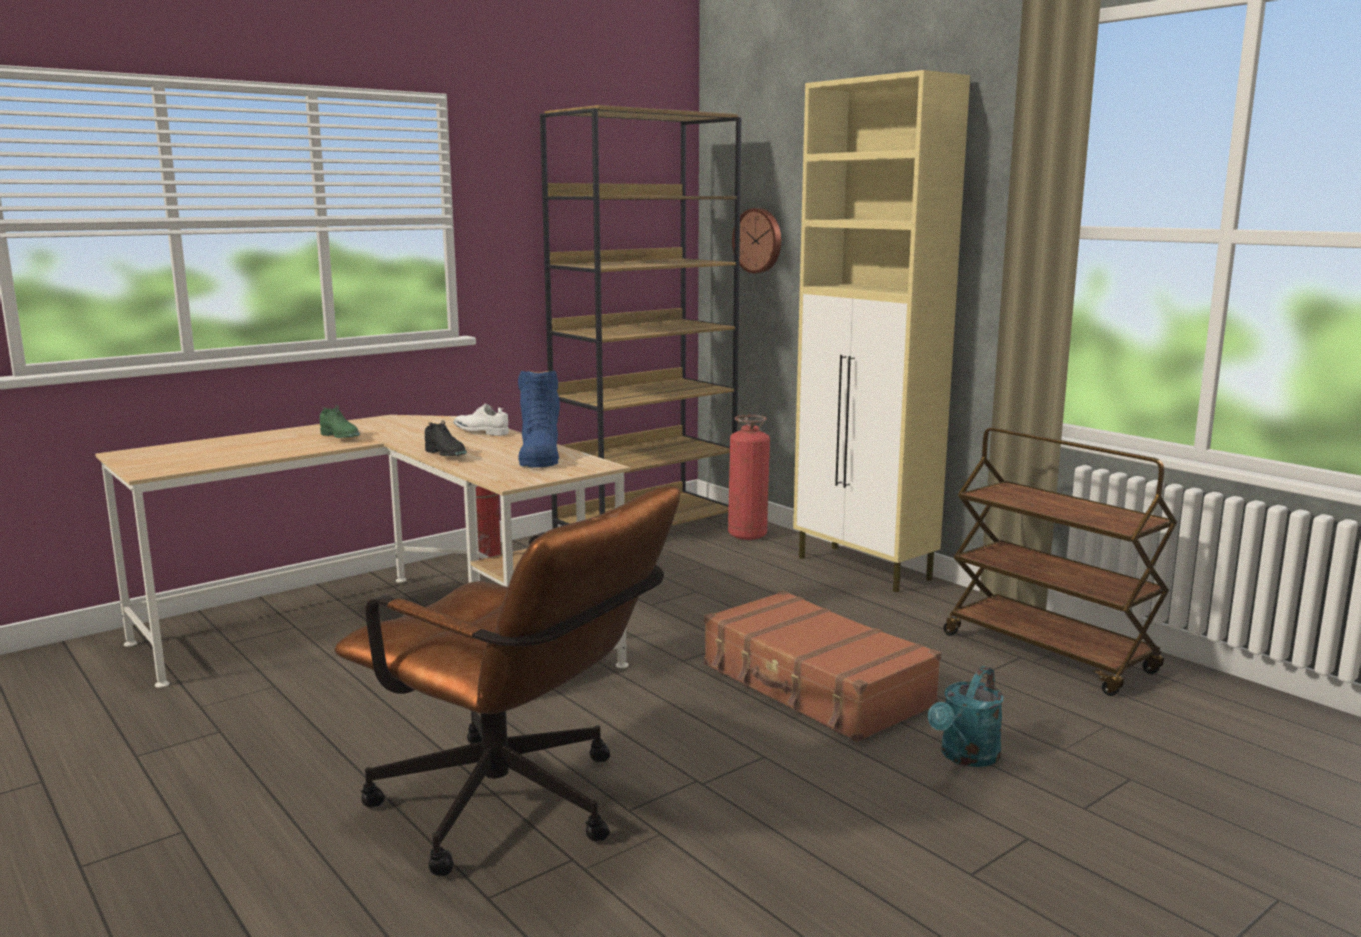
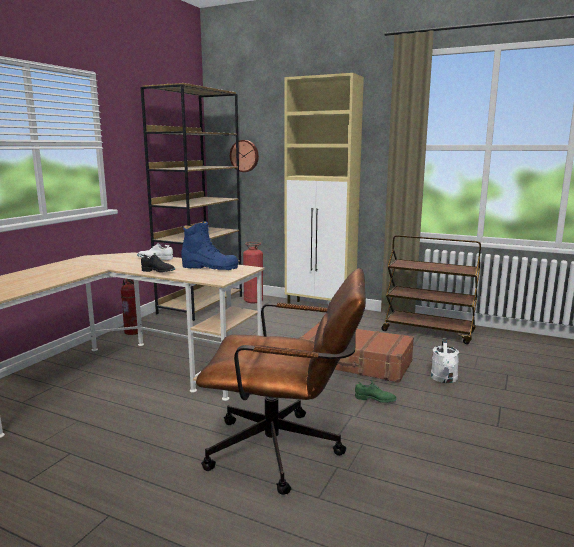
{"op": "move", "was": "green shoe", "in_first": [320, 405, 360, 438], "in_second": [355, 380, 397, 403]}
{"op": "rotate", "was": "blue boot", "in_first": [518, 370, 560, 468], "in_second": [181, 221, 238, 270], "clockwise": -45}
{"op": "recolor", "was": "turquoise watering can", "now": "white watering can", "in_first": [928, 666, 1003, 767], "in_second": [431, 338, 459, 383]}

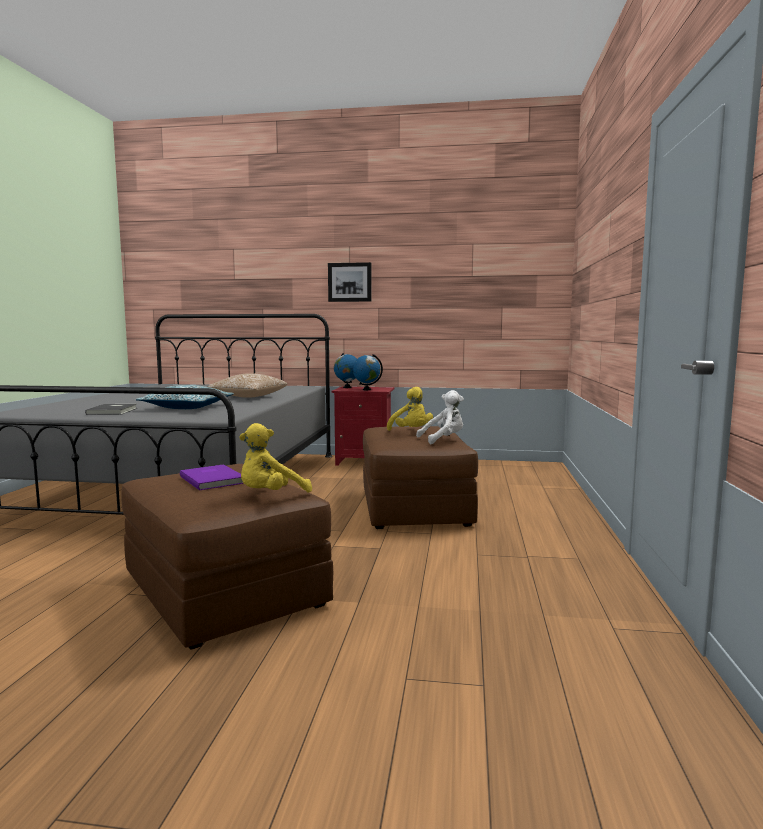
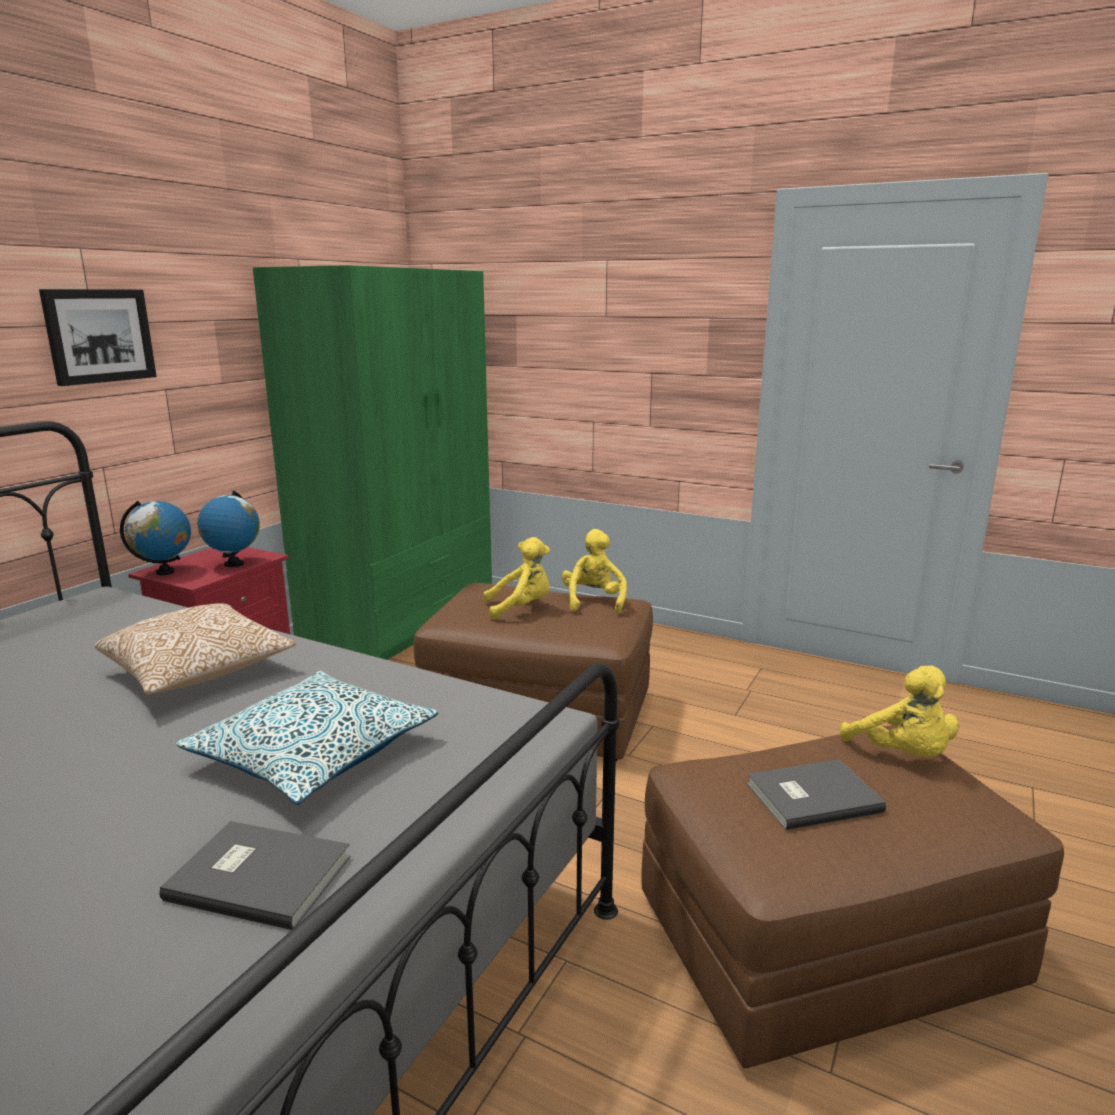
{"op": "recolor", "was": "purple book", "now": "grey book", "in_first": [180, 464, 244, 490], "in_second": [747, 759, 886, 830]}
{"op": "recolor", "was": "white plush toy", "now": "yellow plush toy", "in_first": [416, 390, 464, 445], "in_second": [562, 529, 627, 614]}
{"op": "insert", "now": "green wardrobe", "in_second": [253, 265, 492, 660]}

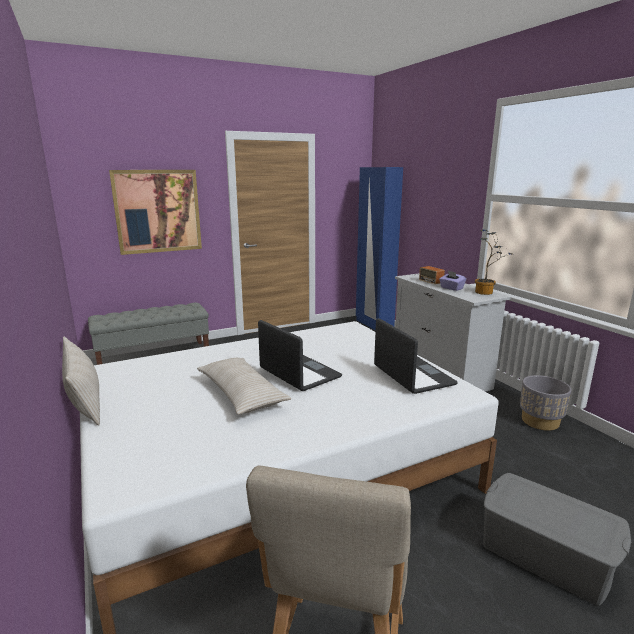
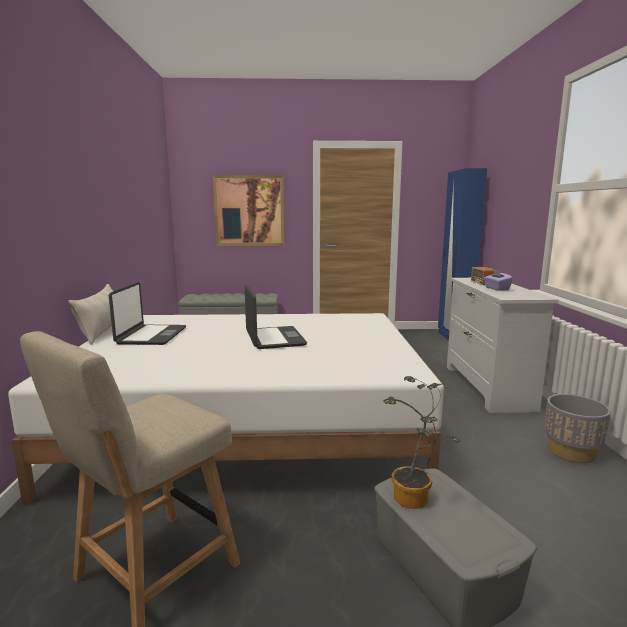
{"op": "delete", "was": "beige pillow", "in_first": [197, 358, 291, 415]}
{"op": "move", "was": "laptop", "in_first": [374, 318, 458, 394], "in_second": [109, 282, 186, 345]}
{"op": "move", "was": "potted plant", "in_first": [475, 230, 512, 295], "in_second": [383, 376, 461, 509]}

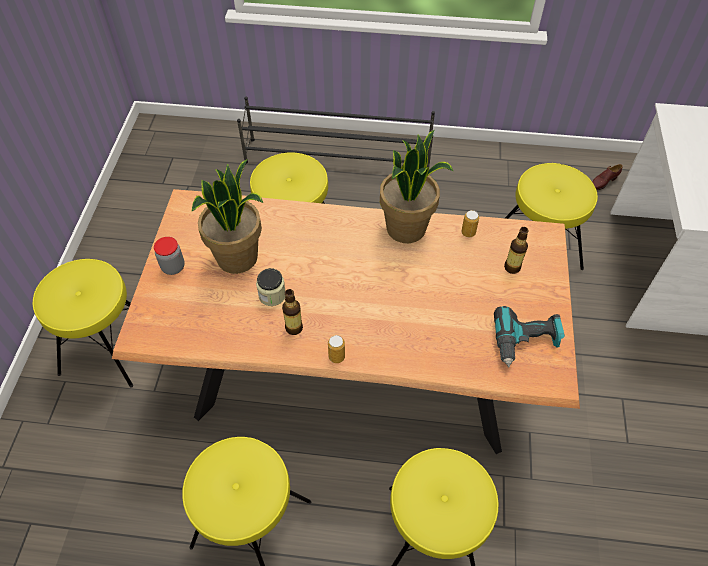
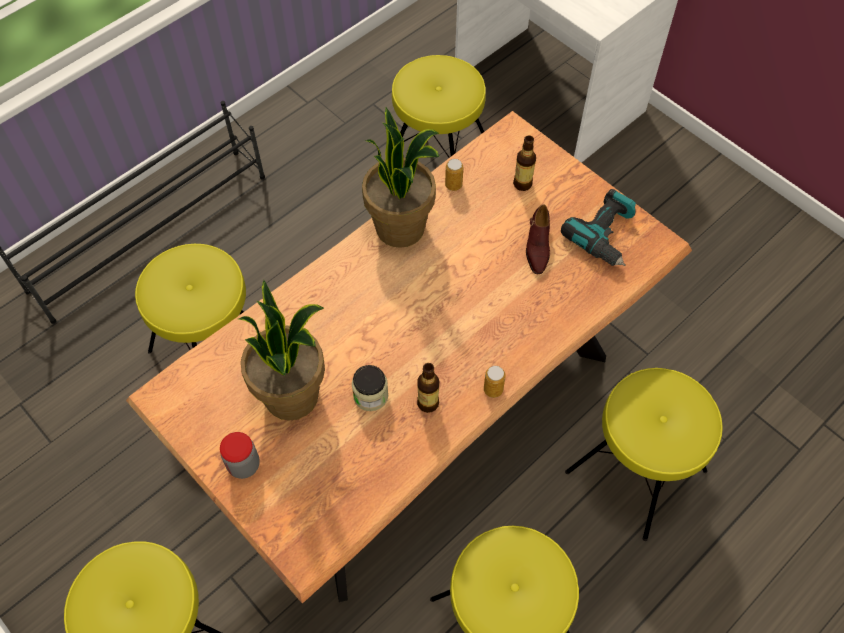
{"op": "move", "was": "brown shoe", "in_first": [592, 164, 623, 190], "in_second": [526, 204, 550, 274]}

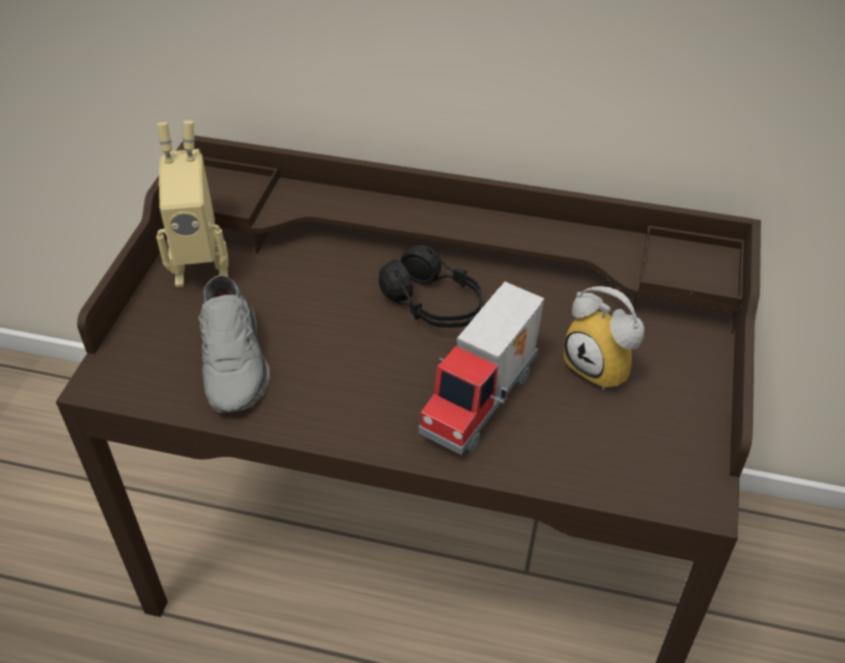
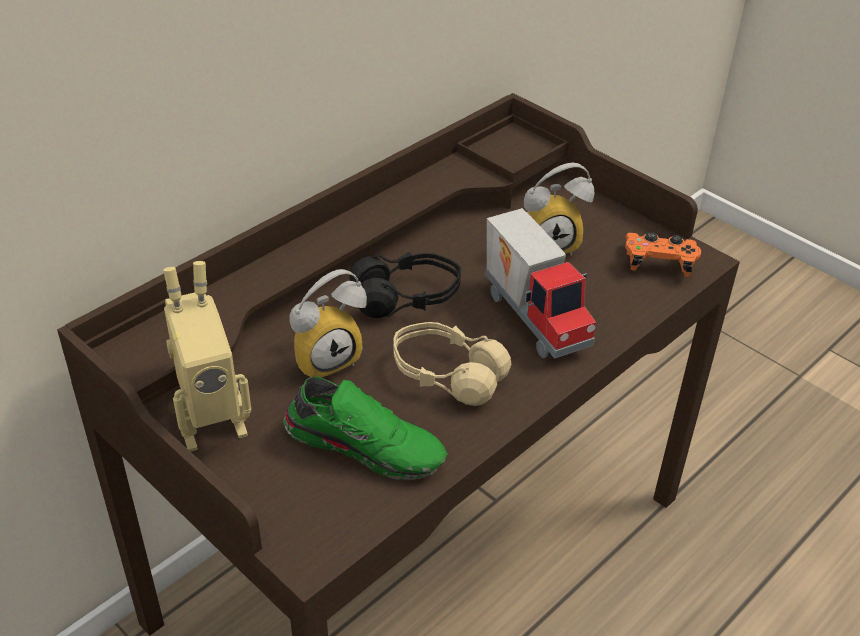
{"op": "rotate", "was": "toy robot", "in_first": [156, 120, 228, 287], "in_second": [163, 261, 251, 452], "clockwise": 45}
{"op": "recolor", "was": "grey shoe", "now": "green shoe", "in_first": [199, 275, 270, 413], "in_second": [283, 377, 447, 480]}
{"op": "insert", "now": "alarm clock", "in_second": [290, 269, 367, 377]}
{"op": "insert", "now": "beige headphones", "in_second": [394, 322, 511, 406]}
{"op": "insert", "now": "orange game controller", "in_second": [625, 232, 701, 277]}

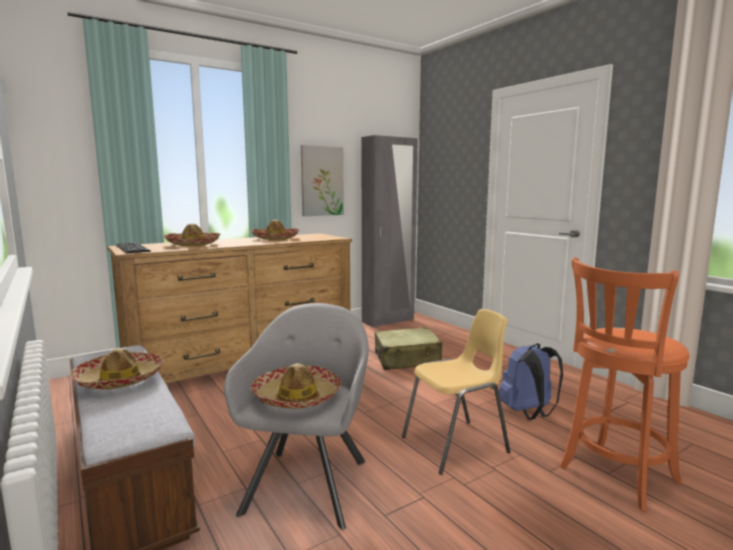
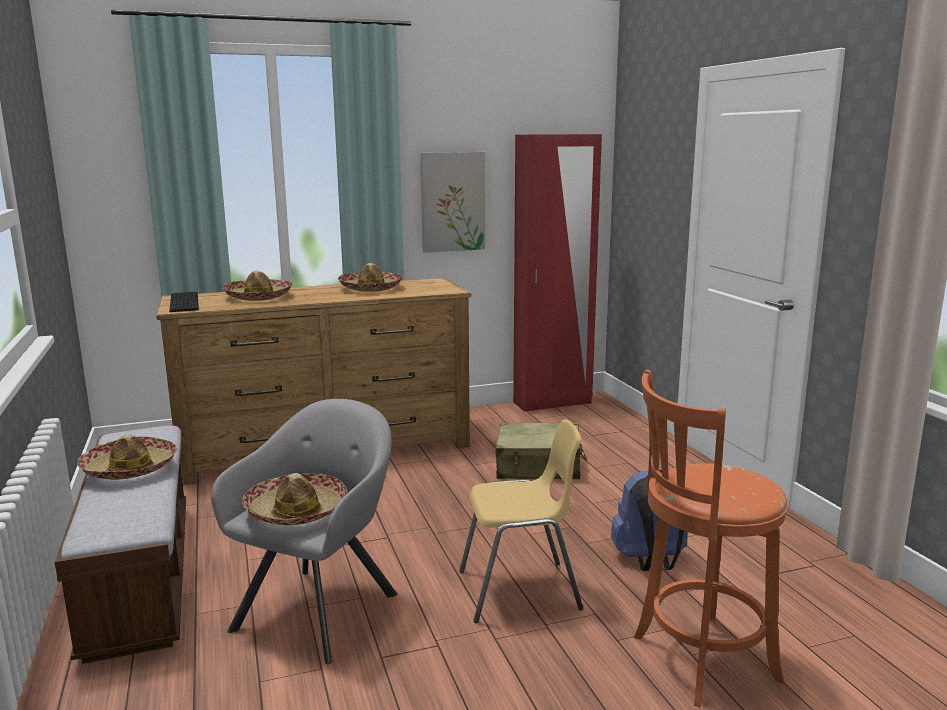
{"op": "recolor", "was": "grey wardrobe", "now": "red wardrobe", "in_first": [362, 135, 418, 327], "in_second": [513, 134, 602, 412]}

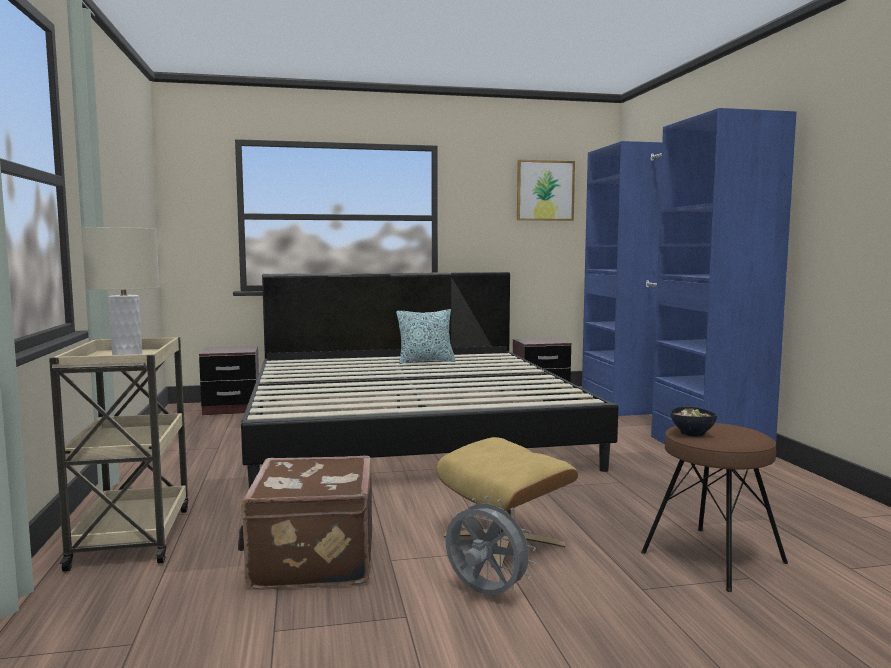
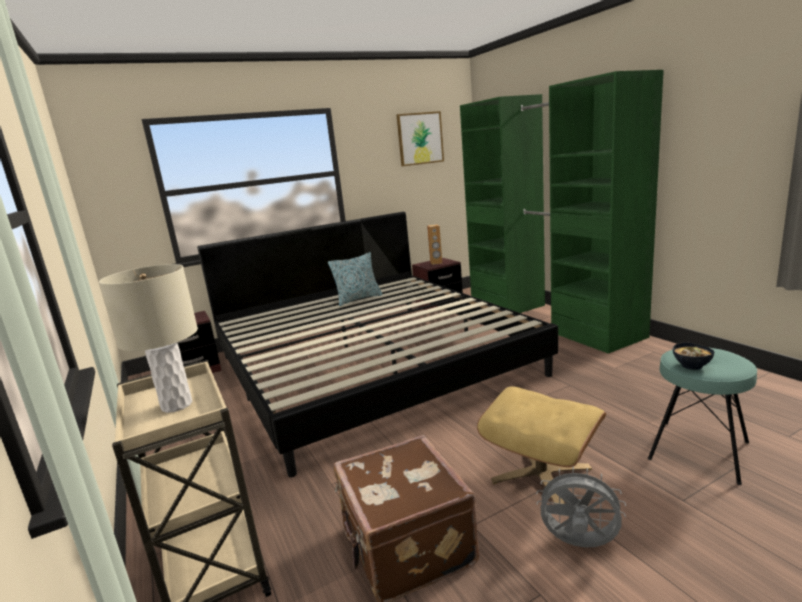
{"op": "recolor", "was": "blue wardrobe", "now": "green wardrobe", "in_first": [582, 108, 797, 444], "in_second": [460, 70, 664, 353]}
{"op": "recolor", "was": "brown stool", "now": "turquoise stool", "in_first": [641, 423, 788, 592], "in_second": [648, 348, 757, 485]}
{"op": "insert", "now": "brown speaker", "in_second": [427, 224, 442, 265]}

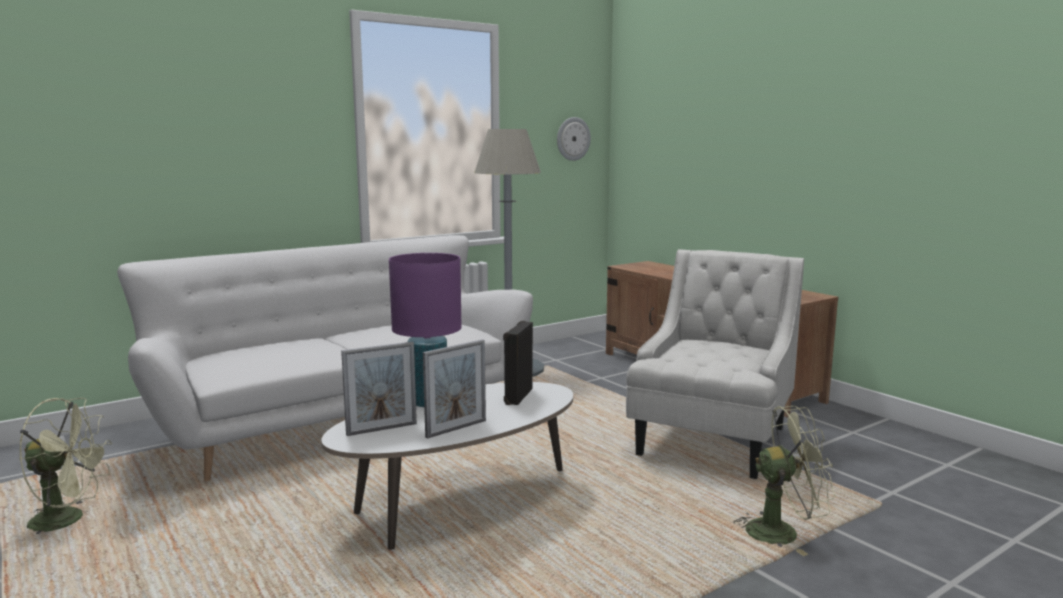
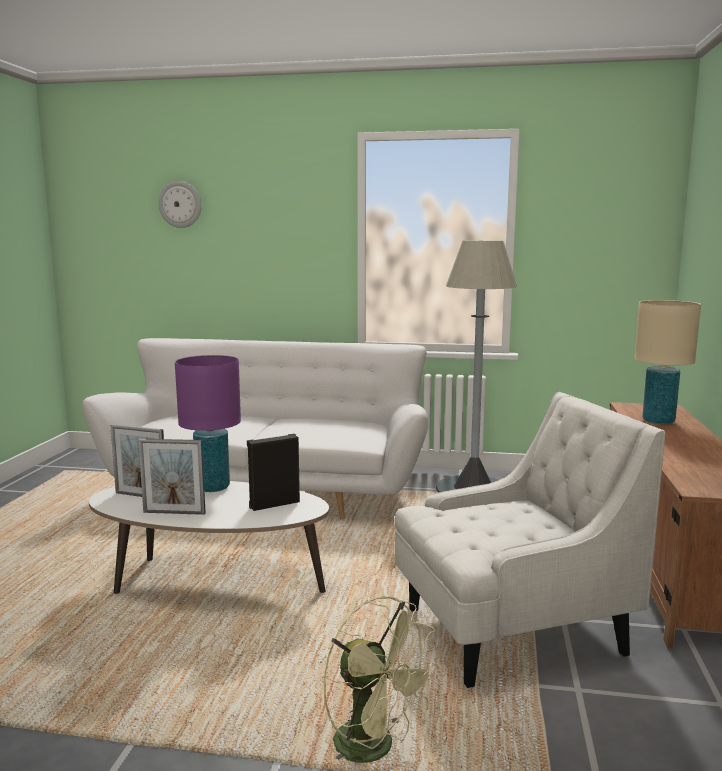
{"op": "delete", "was": "green fan", "in_first": [20, 398, 112, 534]}
{"op": "move", "was": "wall clock", "in_first": [557, 117, 591, 161], "in_second": [158, 181, 202, 228]}
{"op": "insert", "now": "beige table lamp", "in_second": [635, 300, 701, 424]}

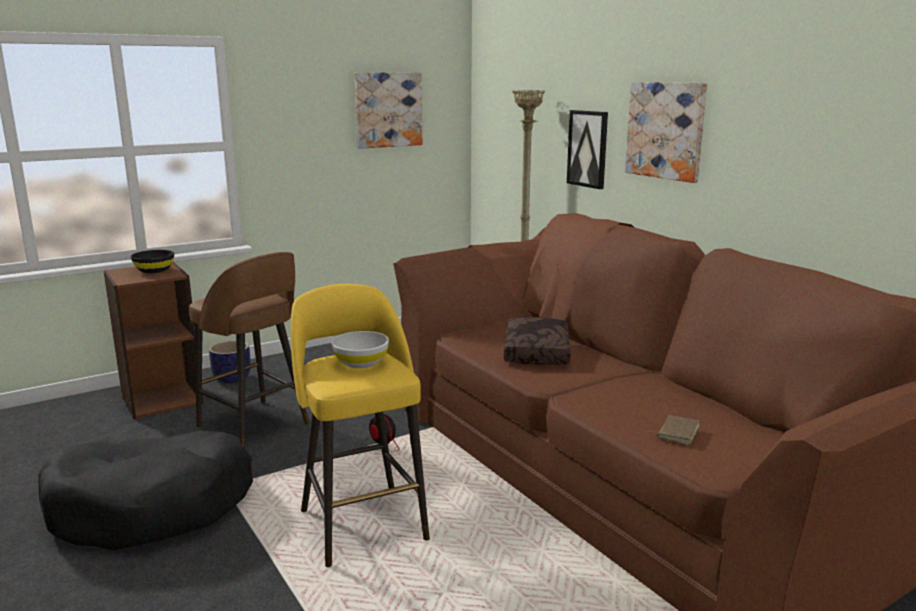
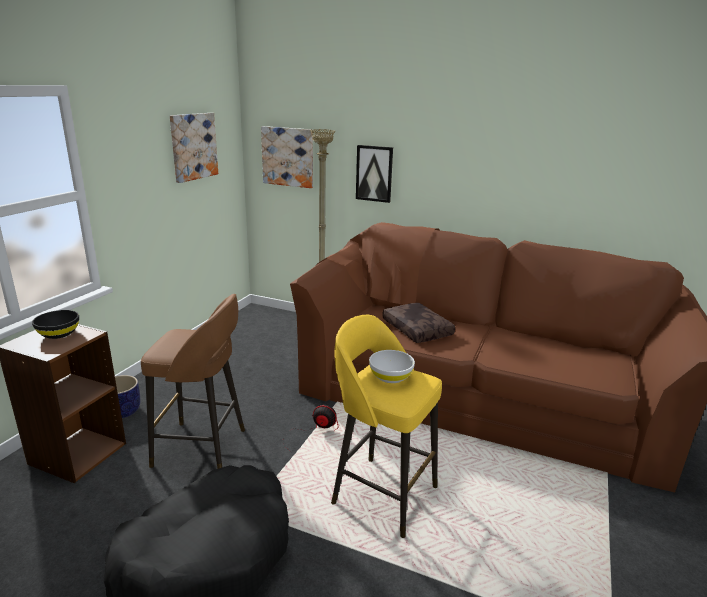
{"op": "move", "was": "picture", "in_first": [625, 82, 707, 183], "in_second": [261, 126, 313, 188]}
{"op": "delete", "was": "brown book", "in_first": [652, 415, 700, 445]}

